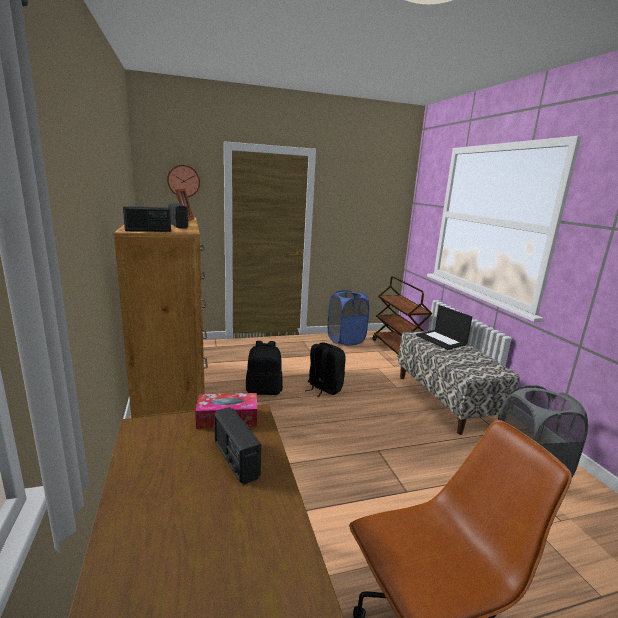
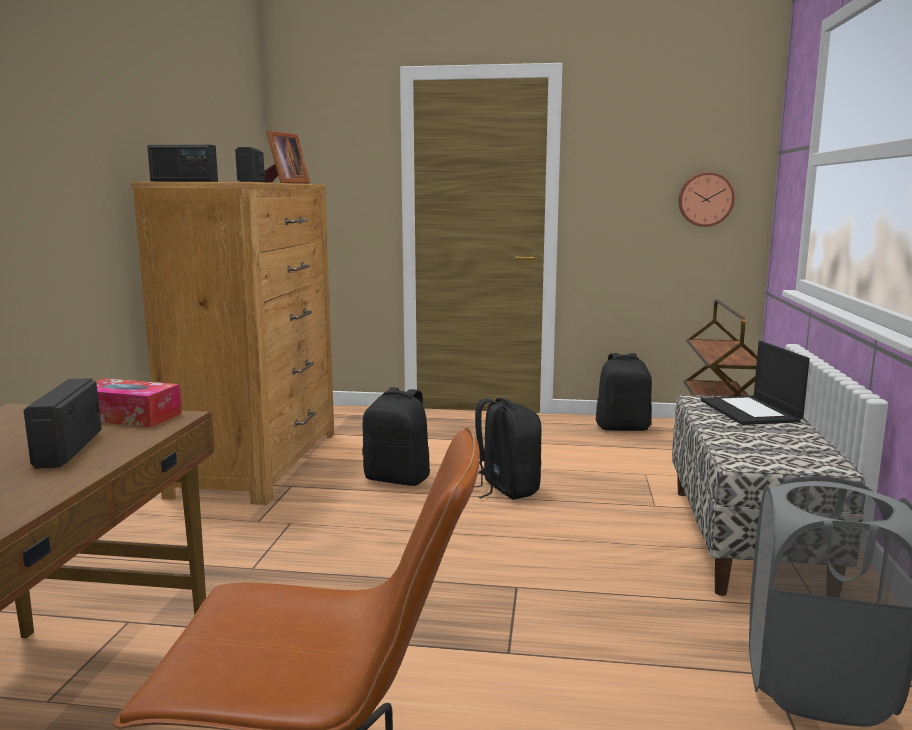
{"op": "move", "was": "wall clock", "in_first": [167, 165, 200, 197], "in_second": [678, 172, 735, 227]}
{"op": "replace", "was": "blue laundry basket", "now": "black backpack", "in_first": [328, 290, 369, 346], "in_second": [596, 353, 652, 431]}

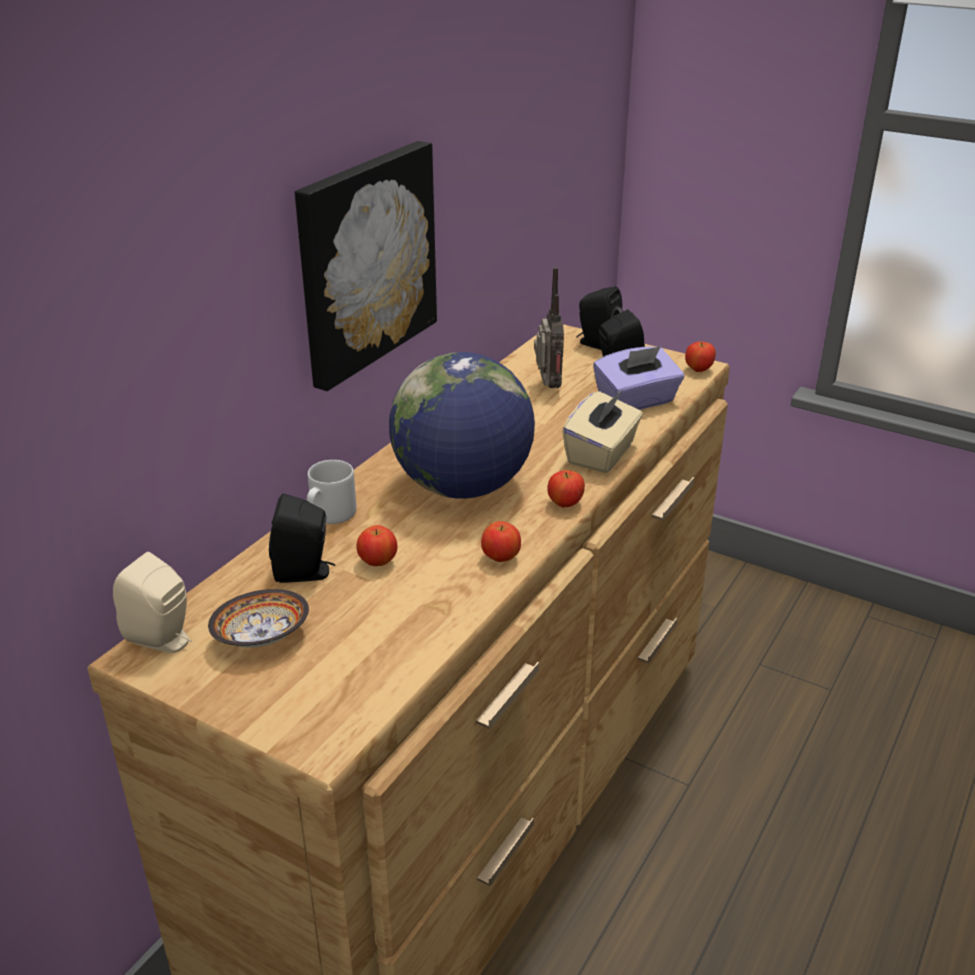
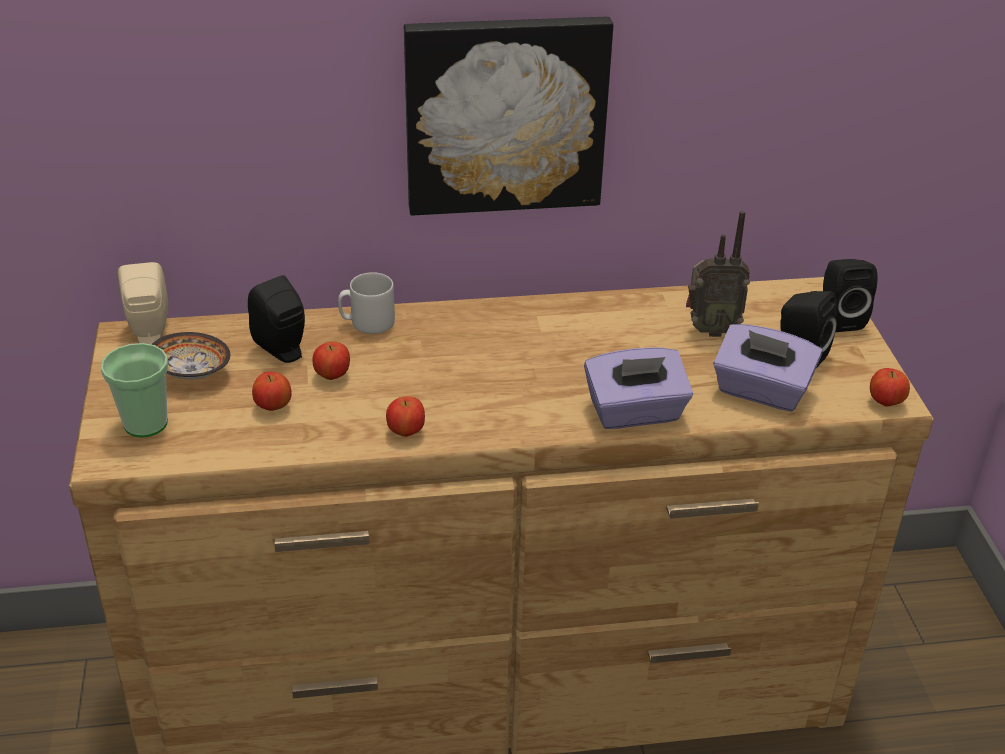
{"op": "delete", "was": "globe", "in_first": [389, 352, 535, 499]}
{"op": "rotate", "was": "radio", "in_first": [534, 267, 564, 388], "in_second": [686, 211, 750, 337], "clockwise": 45}
{"op": "move", "was": "apple", "in_first": [547, 470, 585, 507], "in_second": [252, 372, 292, 411]}
{"op": "recolor", "was": "beige tissue box", "now": "purple tissue box", "in_first": [562, 391, 643, 473], "in_second": [584, 348, 693, 429]}
{"op": "insert", "now": "cup", "in_second": [101, 343, 168, 437]}

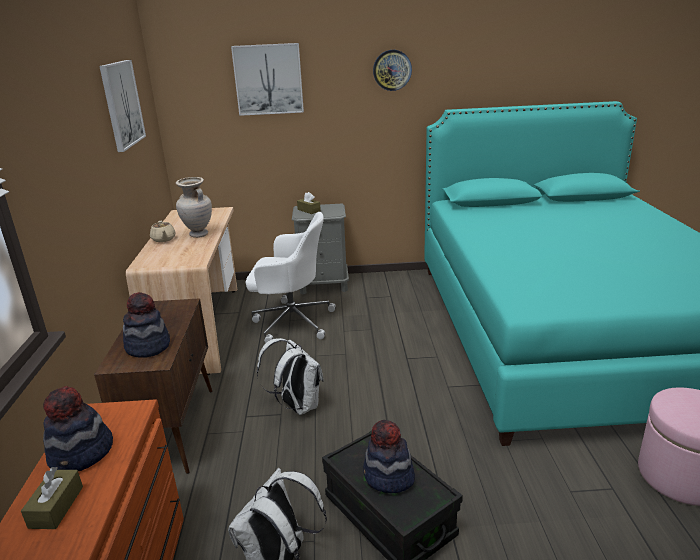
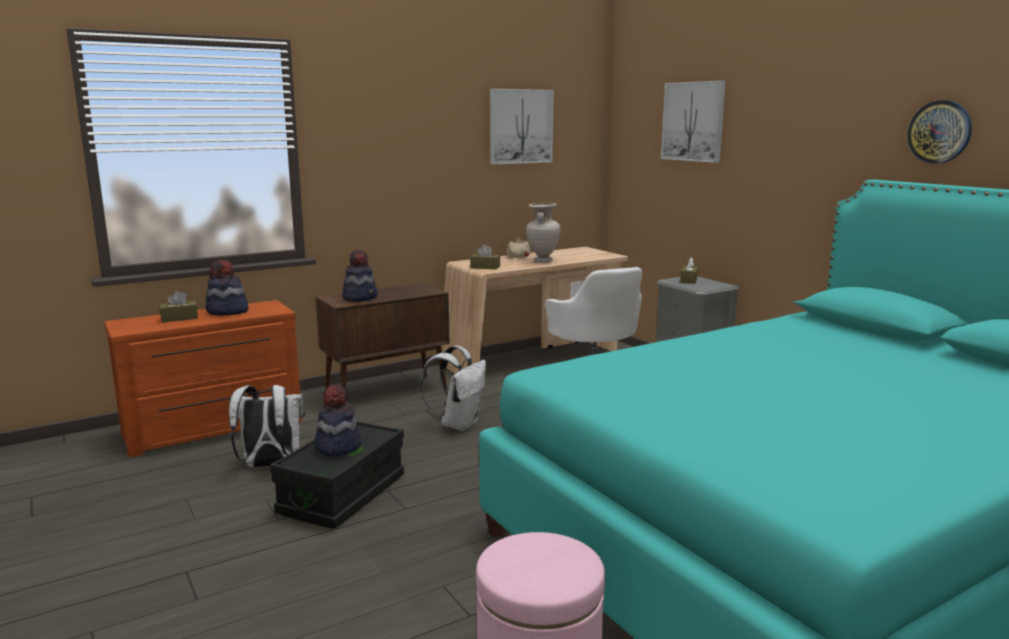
{"op": "move", "was": "wall clock", "in_first": [373, 50, 412, 91], "in_second": [907, 100, 972, 164]}
{"op": "insert", "now": "brown tissue box", "in_second": [470, 244, 500, 269]}

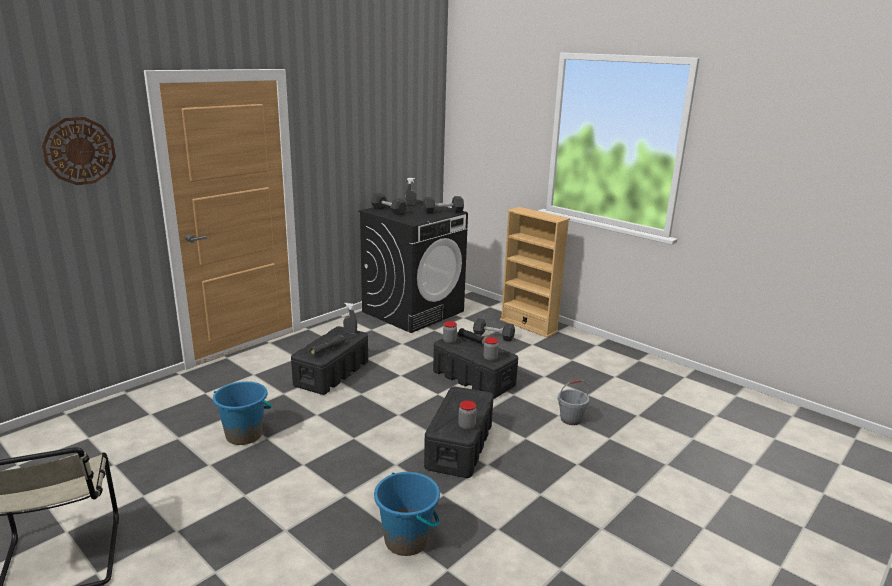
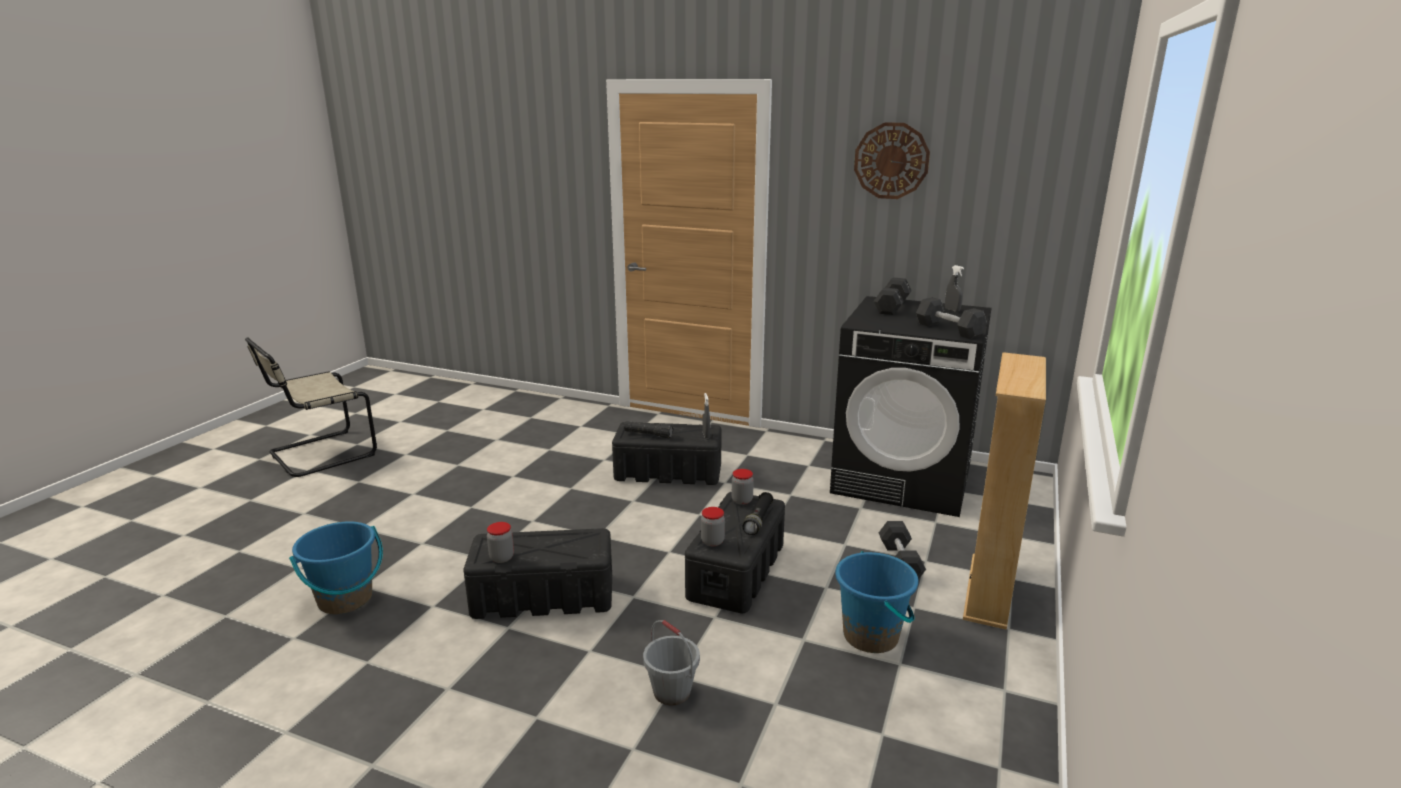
{"op": "move", "was": "wall clock", "in_first": [42, 117, 116, 185], "in_second": [854, 122, 930, 199]}
{"op": "move", "was": "blue bucket", "in_first": [213, 381, 272, 445], "in_second": [835, 551, 919, 653]}

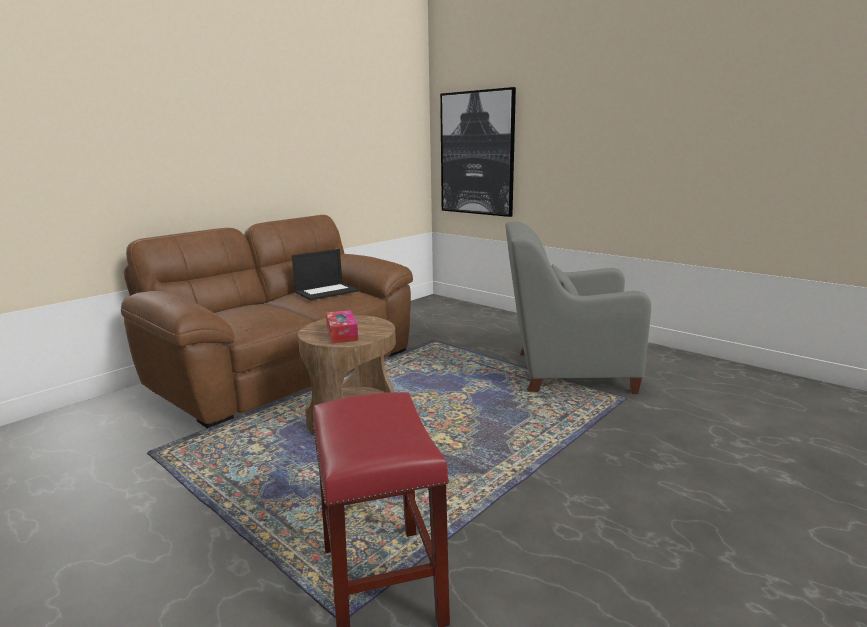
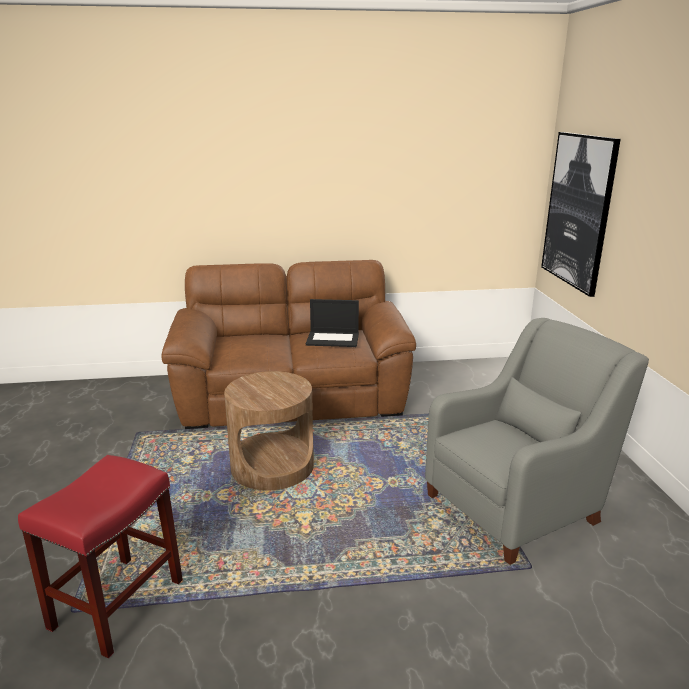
{"op": "delete", "was": "tissue box", "in_first": [326, 310, 358, 343]}
{"op": "rotate", "was": "grey armchair", "in_first": [505, 222, 651, 394], "in_second": [425, 318, 649, 565], "clockwise": 105}

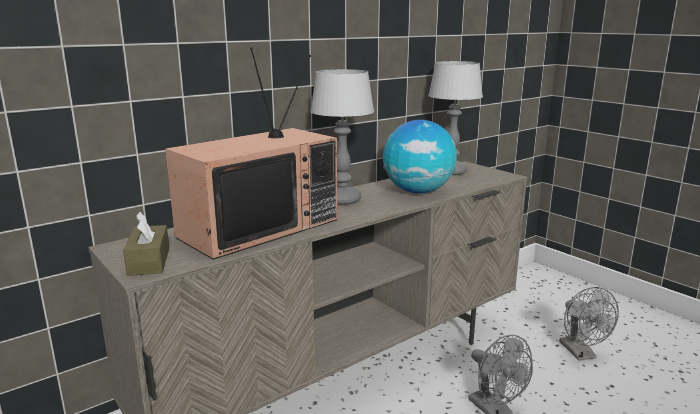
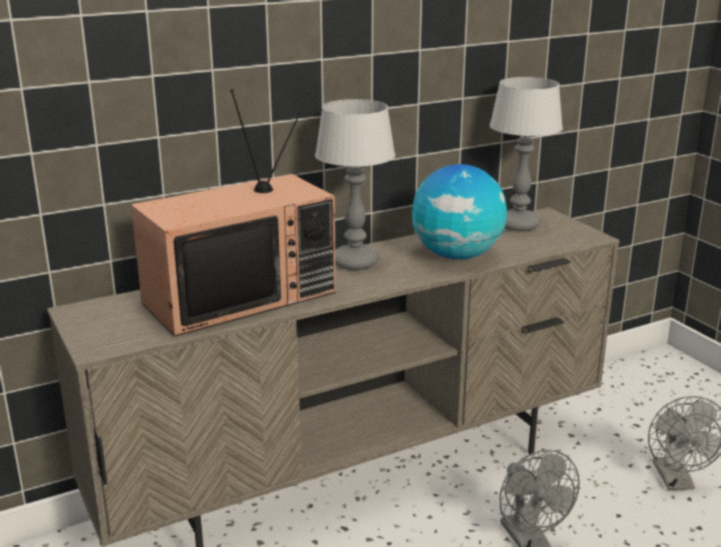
{"op": "delete", "was": "brown tissue box", "in_first": [123, 212, 169, 276]}

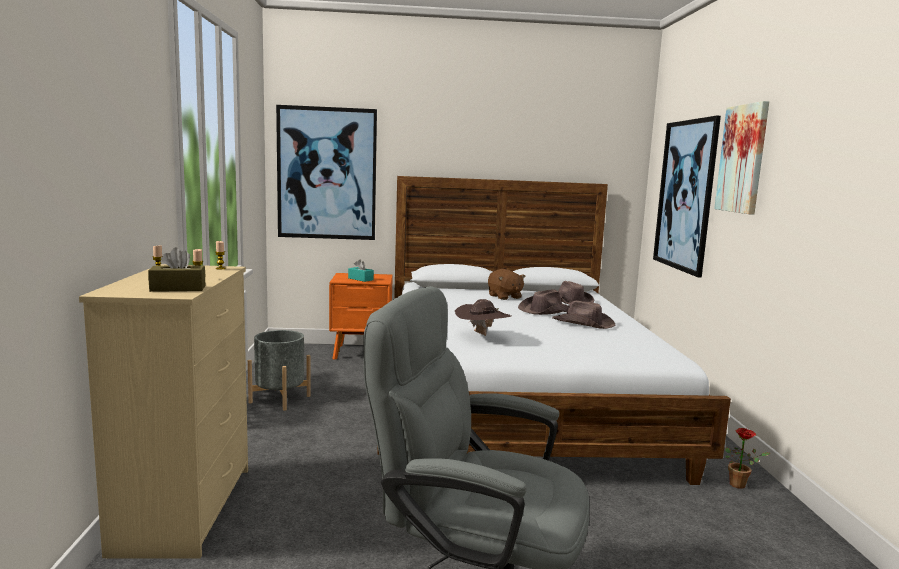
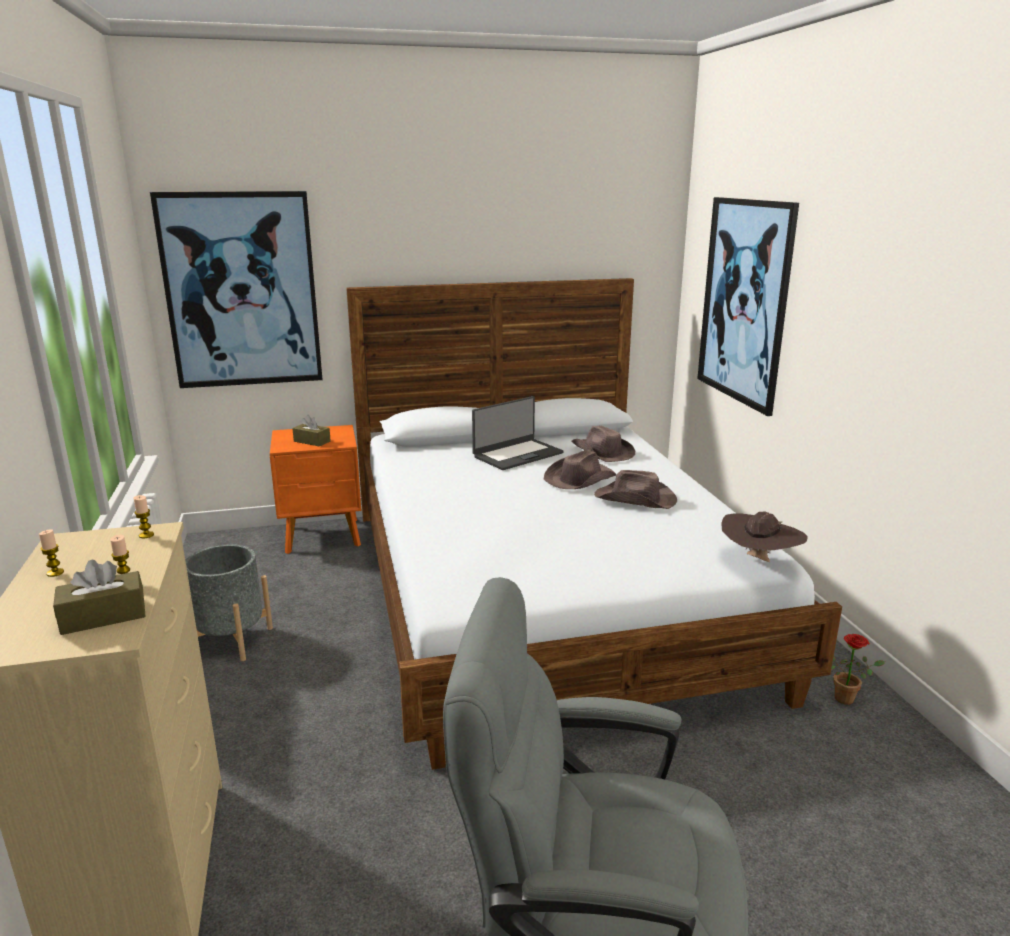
{"op": "recolor", "was": "turquoise tissue box", "now": "brown tissue box", "in_first": [348, 259, 374, 282], "in_second": [292, 415, 331, 446]}
{"op": "move", "was": "brown hat", "in_first": [455, 299, 511, 336], "in_second": [721, 511, 807, 562]}
{"op": "replace", "was": "brown plush toy", "now": "laptop", "in_first": [488, 269, 525, 300], "in_second": [472, 396, 564, 470]}
{"op": "delete", "was": "picture", "in_first": [714, 101, 769, 215]}

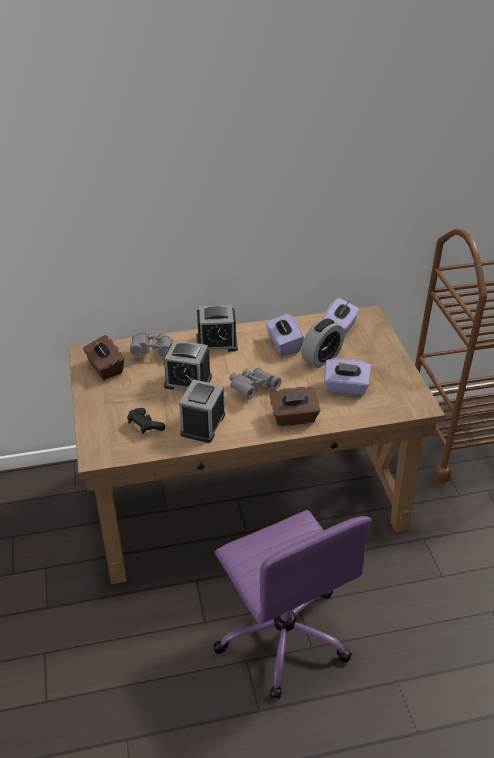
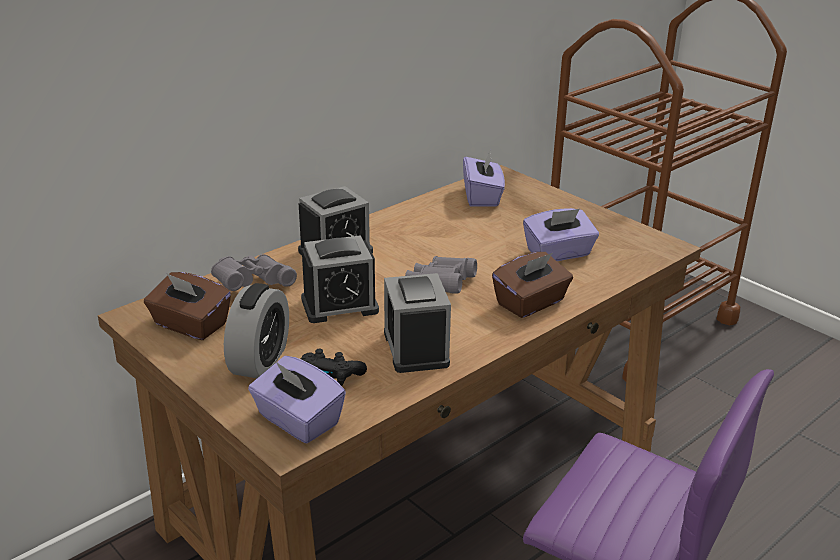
{"op": "move", "was": "purple tissue box", "in_first": [265, 313, 304, 356], "in_second": [248, 356, 346, 443]}
{"op": "move", "was": "alarm clock", "in_first": [301, 318, 345, 368], "in_second": [224, 283, 289, 378]}

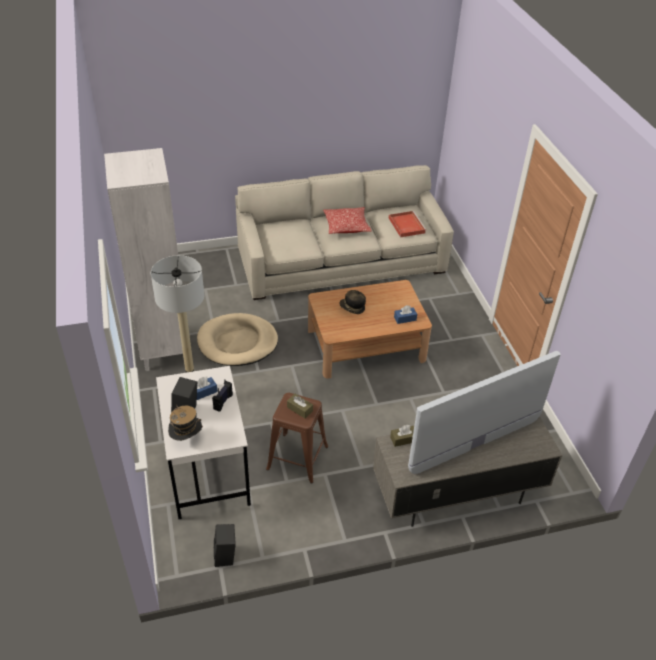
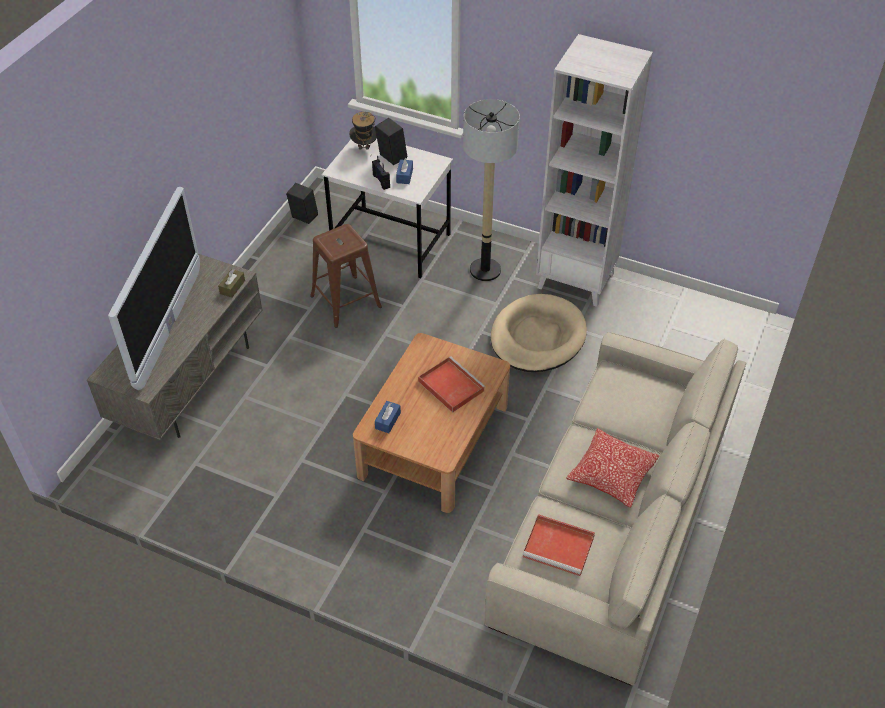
{"op": "delete", "was": "brown tissue box", "in_first": [287, 394, 313, 418]}
{"op": "replace", "was": "hat", "now": "red tray", "in_first": [339, 290, 366, 314], "in_second": [418, 356, 486, 413]}

